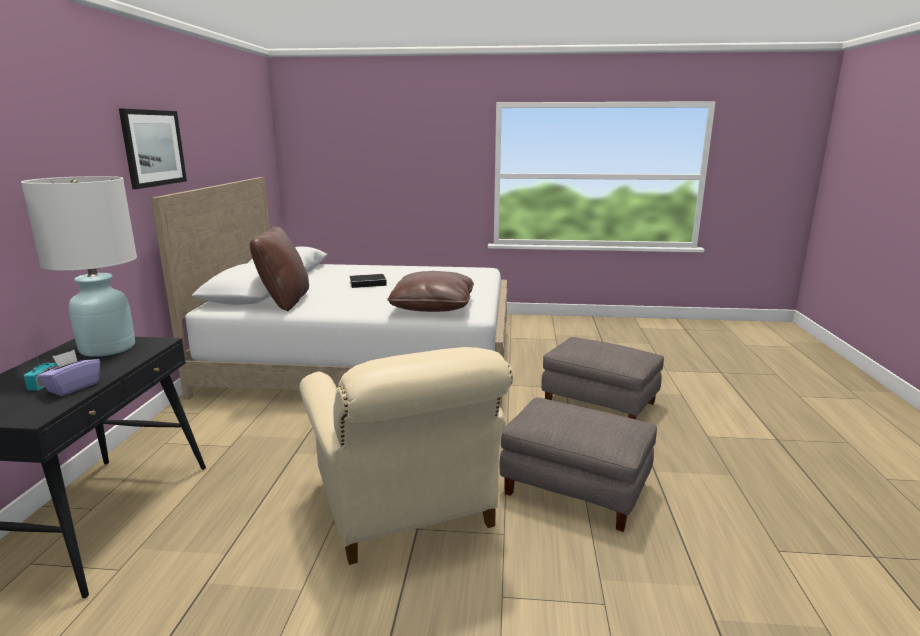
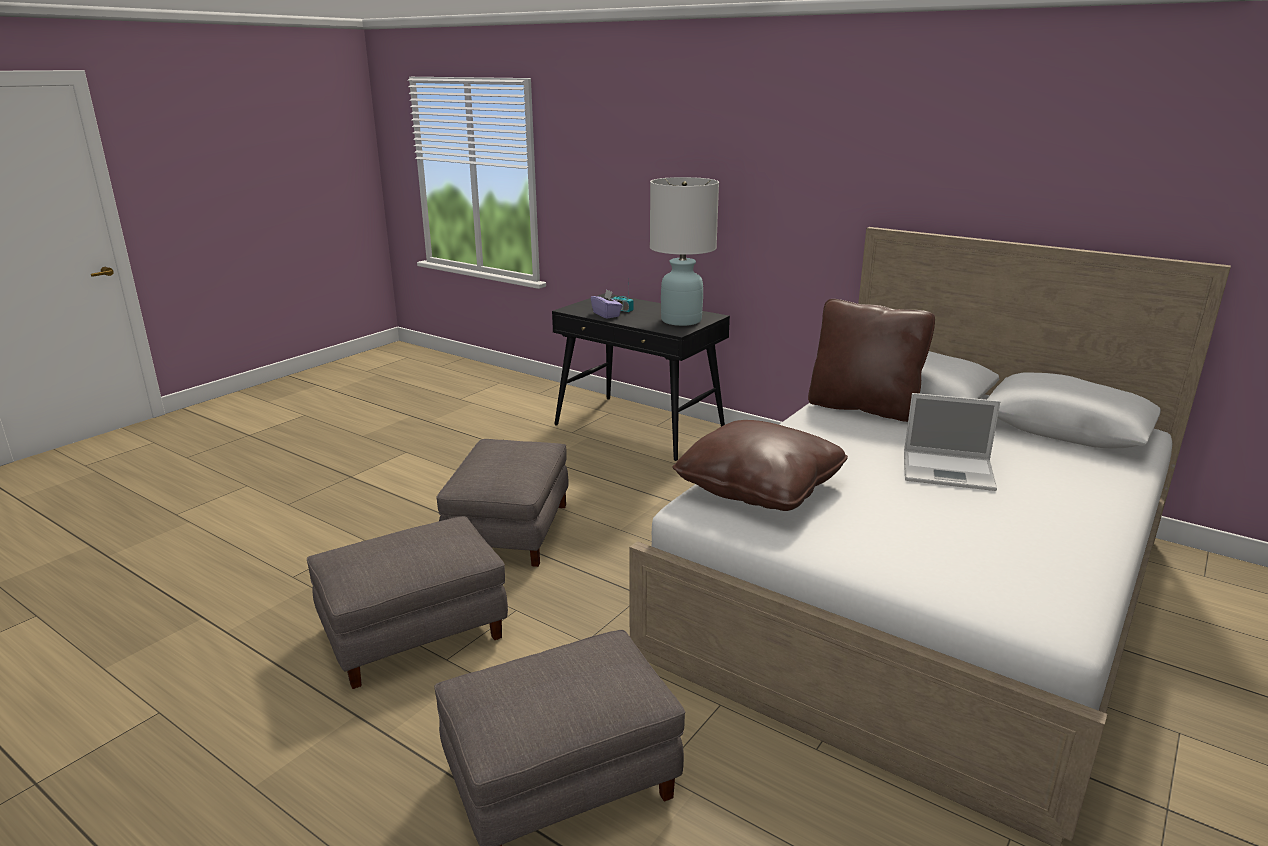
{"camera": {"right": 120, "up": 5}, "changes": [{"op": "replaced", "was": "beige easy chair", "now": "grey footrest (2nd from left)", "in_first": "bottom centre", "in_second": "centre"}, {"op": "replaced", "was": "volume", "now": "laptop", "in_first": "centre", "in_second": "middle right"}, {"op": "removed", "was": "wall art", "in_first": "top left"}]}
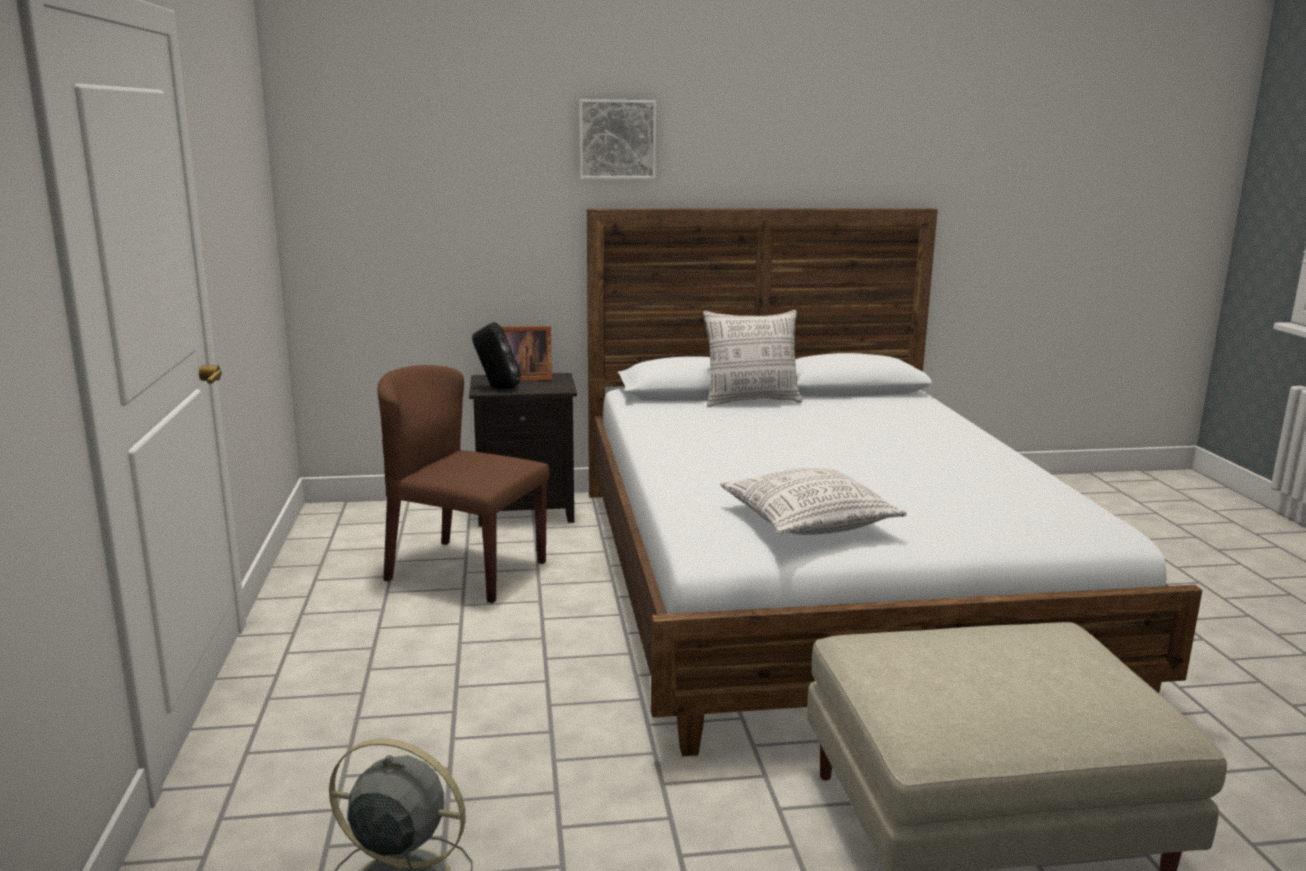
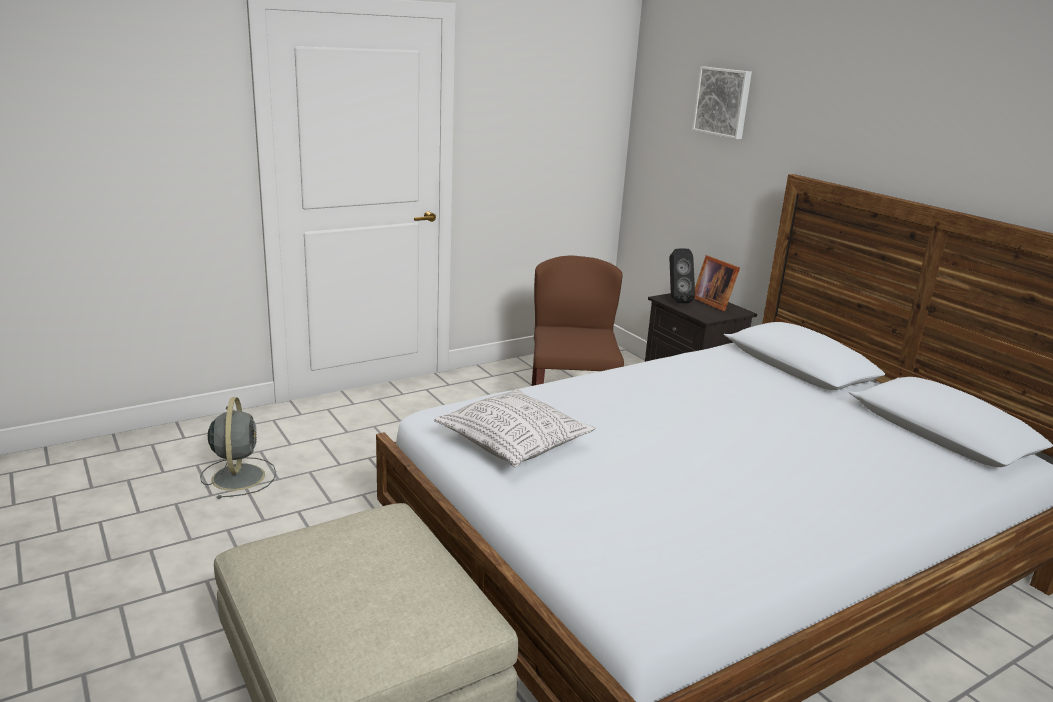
{"camera": {"right": 65, "up": 5}, "changes": [{"op": "moved", "was": "wall art", "in_first": "top centre", "in_second": "top right"}, {"op": "removed", "was": "pillow (1st from left)", "in_first": "centre"}]}
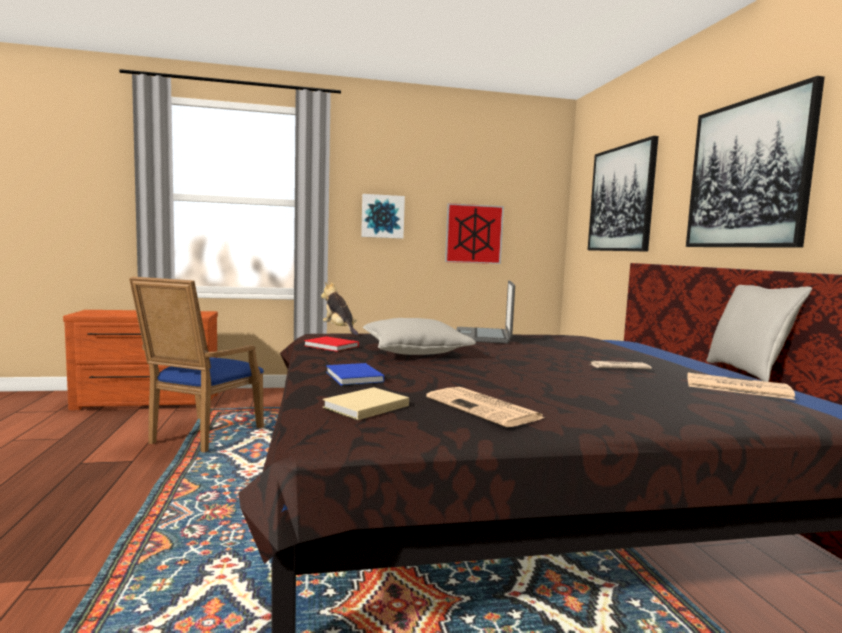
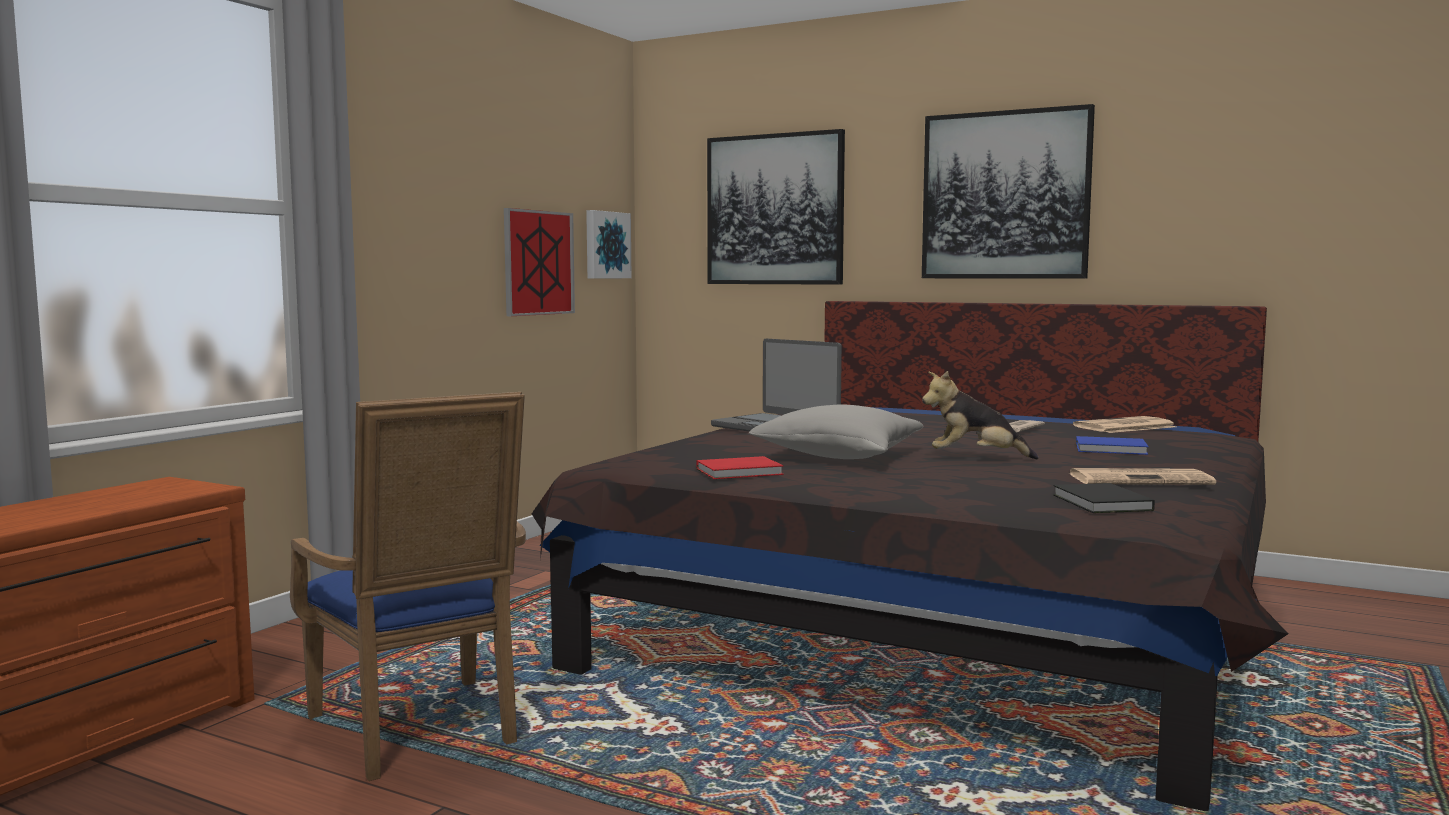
{"camera": {"right": -50, "up": 0}, "changes": [{"op": "moved", "was": "wall art (1st from left in the first image)", "now": "wall art (2nd from left)", "in_first": "centre", "in_second": "top centre"}, {"op": "moved", "was": "cuddly toy", "in_first": "centre", "in_second": "middle right"}, {"op": "recoloured", "was": "beige volume", "now": "blackish volume", "in_first": "centre", "in_second": "middle right"}, {"op": "moved", "was": "bluish volume", "in_first": "centre", "in_second": "middle right"}, {"op": "removed", "was": "grey pillow (2nd from left)", "in_first": "middle right"}]}
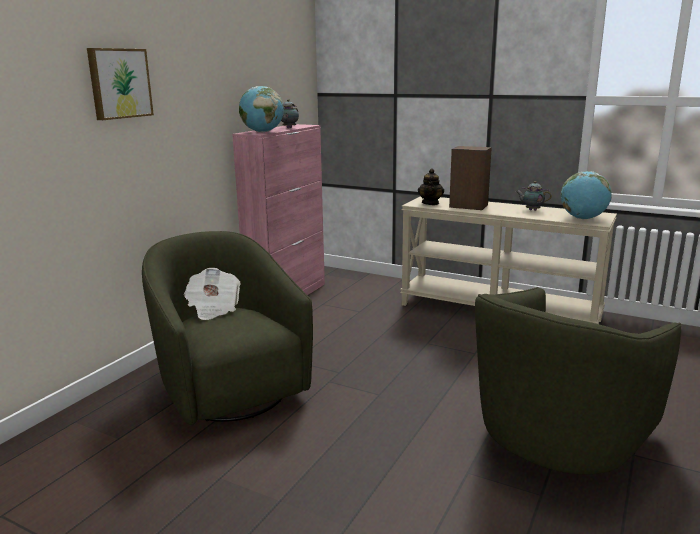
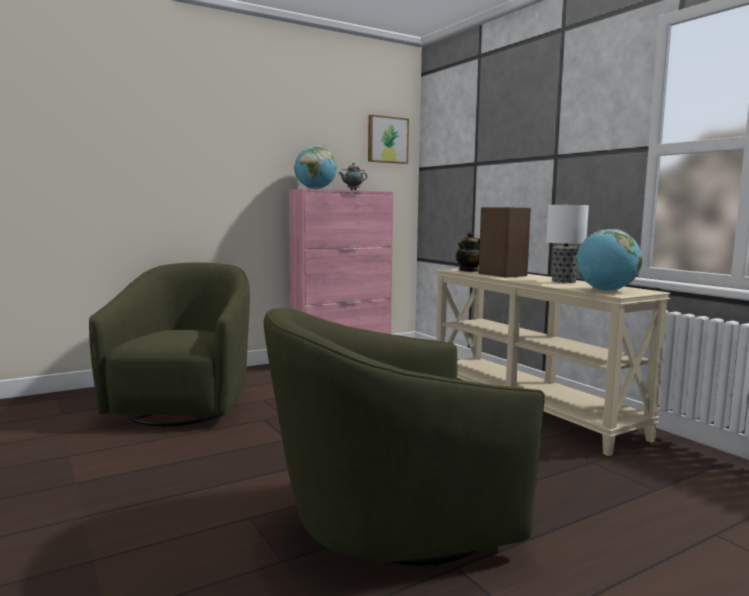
{"camera": {"right": 30, "up": -10}, "changes": [{"op": "moved", "was": "wall art", "in_first": "top left", "in_second": "top centre"}, {"op": "replaced", "was": "tea pot (3rd from left)", "now": "table lamp", "in_first": "middle right", "in_second": "middle right"}, {"op": "removed", "was": "newspaper", "in_first": "middle left"}]}
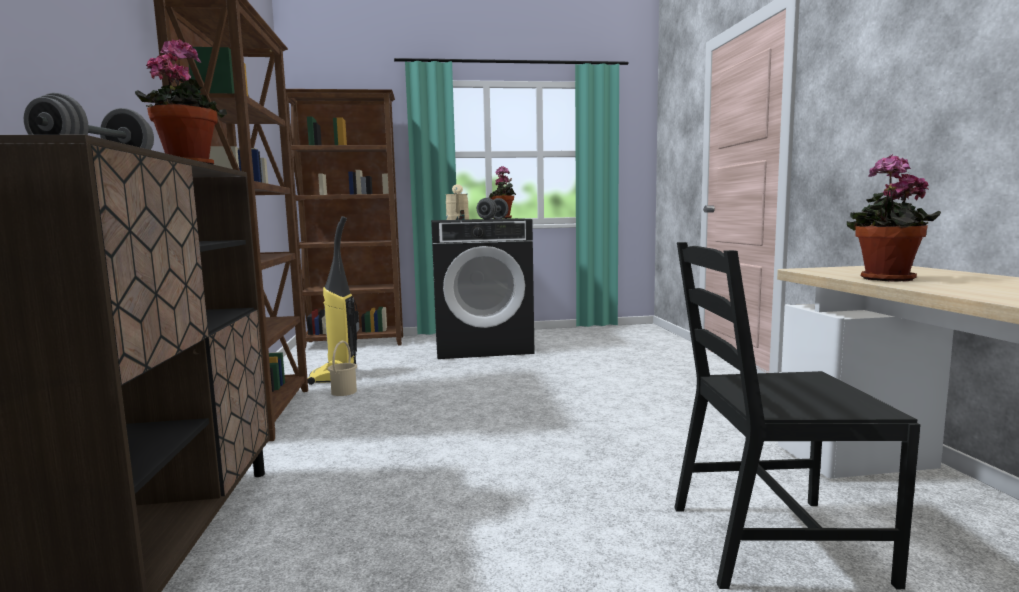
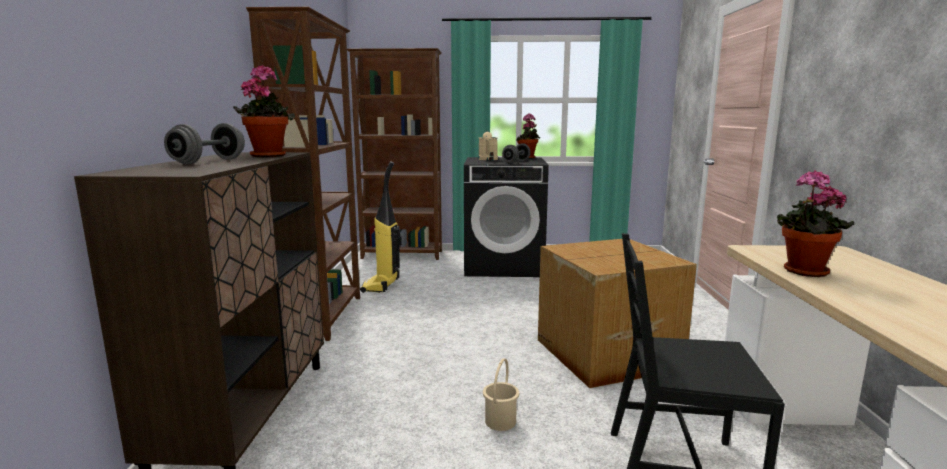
{"camera": {"right": 10, "up": 5}, "changes": [{"op": "moved", "was": "beige bucket", "in_first": "centre", "in_second": "bottom centre"}, {"op": "added", "now": "cardboard box", "in_second": "bottom centre"}]}
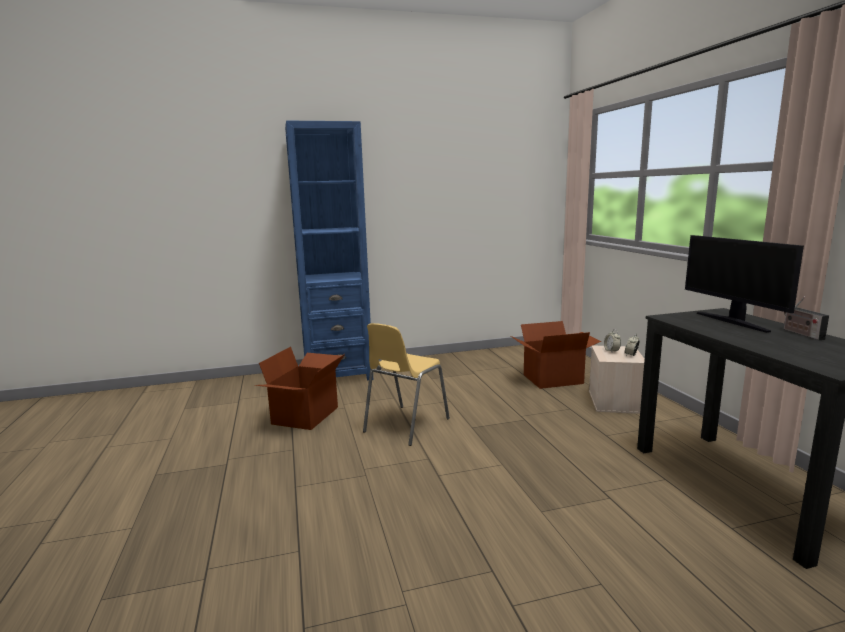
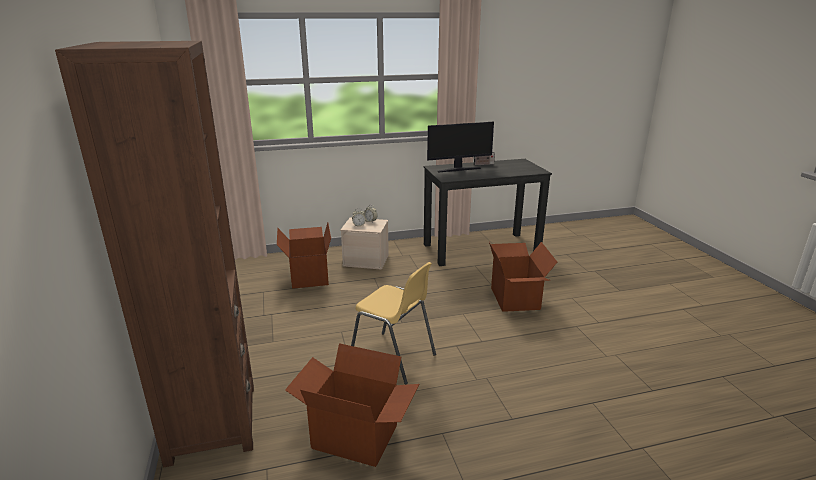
{"camera": {"right": -90, "up": 10}, "changes": [{"op": "recoloured", "was": "bluish bookshelf", "now": "brownish bookshelf", "in_first": "centre", "in_second": "middle left"}, {"op": "added", "now": "cardboard box (3rd from left)", "in_second": "centre"}]}
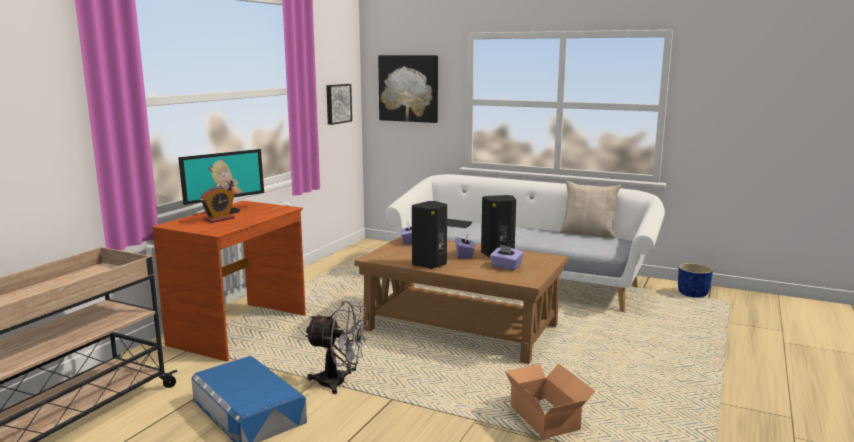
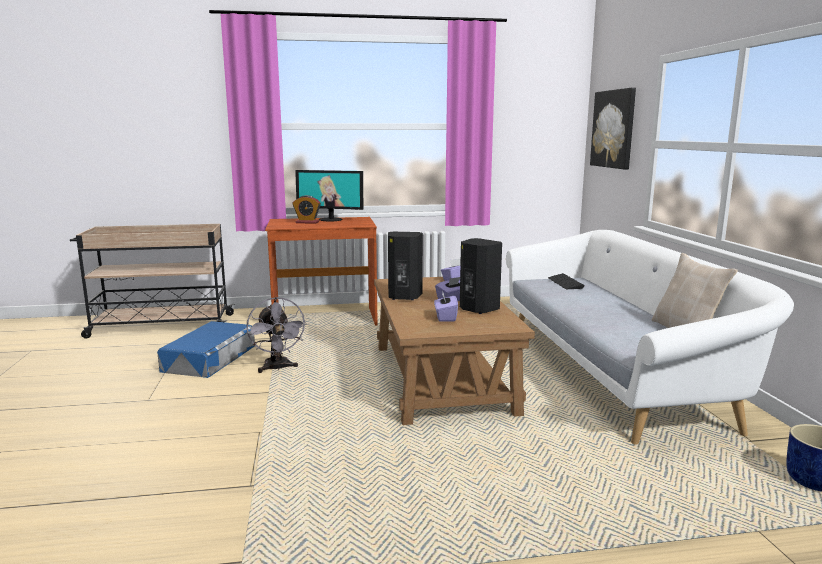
{"camera": {"right": 55, "up": 0}, "changes": [{"op": "removed", "was": "wall art (1st from left)", "in_first": "top centre"}, {"op": "removed", "was": "cardboard box", "in_first": "bottom centre"}]}
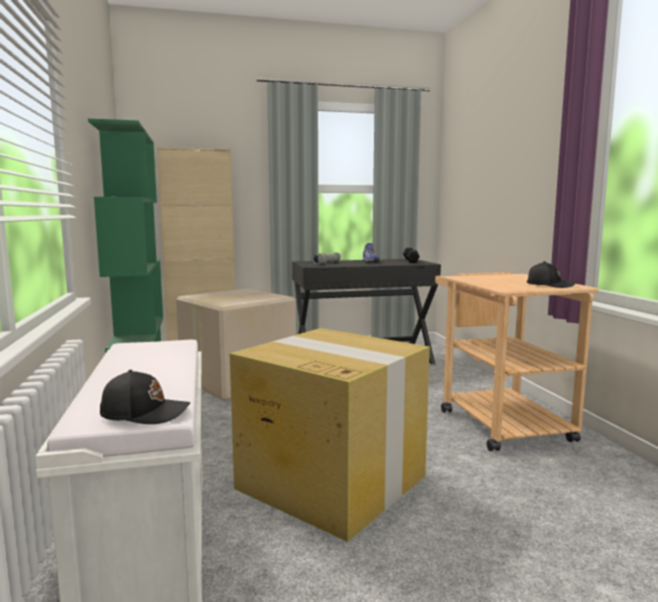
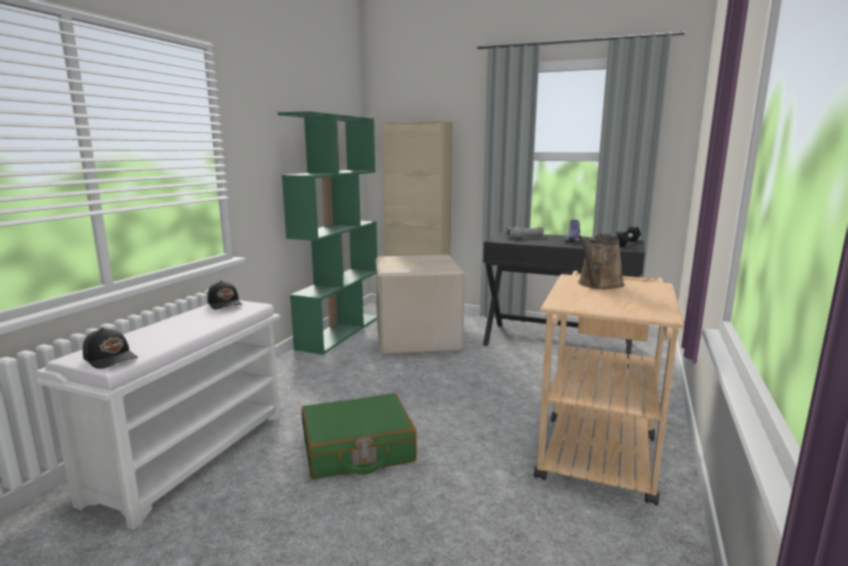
{"camera": {"right": 35, "up": 5}, "changes": [{"op": "moved", "was": "blackish cap (2nd from left)", "in_first": "middle right", "in_second": "middle left"}, {"op": "replaced", "was": "cardboard box (2nd from left)", "now": "green-coloured travel case", "in_first": "bottom centre", "in_second": "bottom centre"}, {"op": "added", "now": "brownish watering can", "in_second": "middle right"}]}
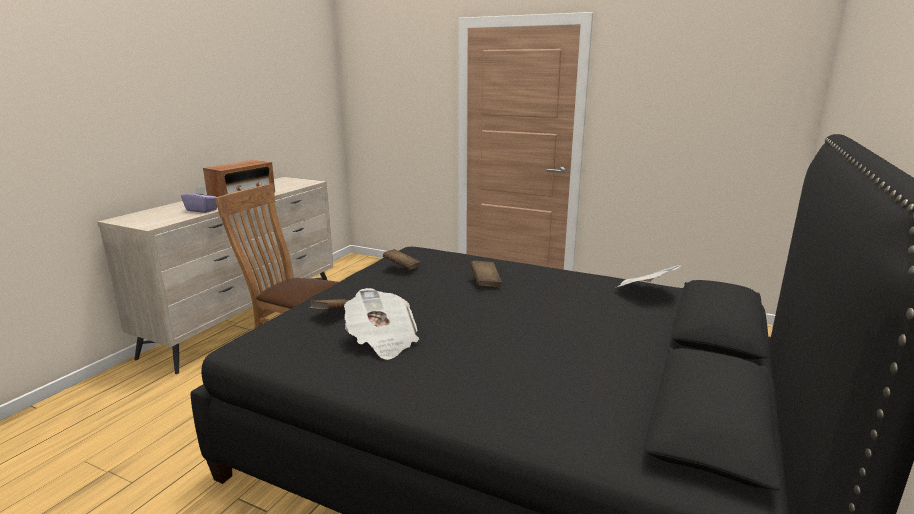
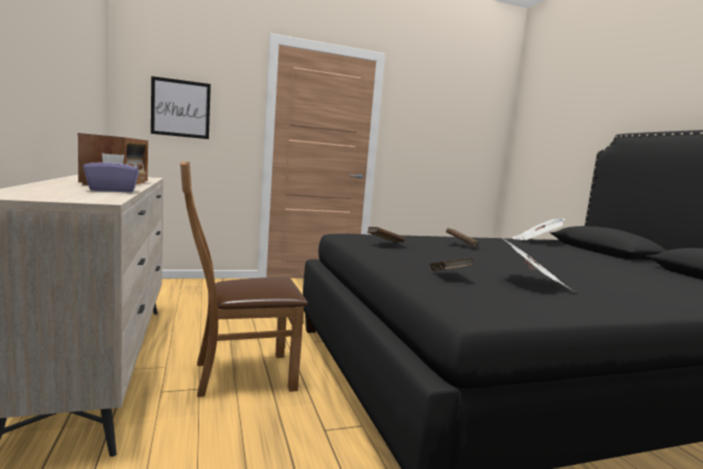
{"camera": {"right": -45, "up": -10}, "changes": [{"op": "added", "now": "wall art", "in_second": "top left"}]}
